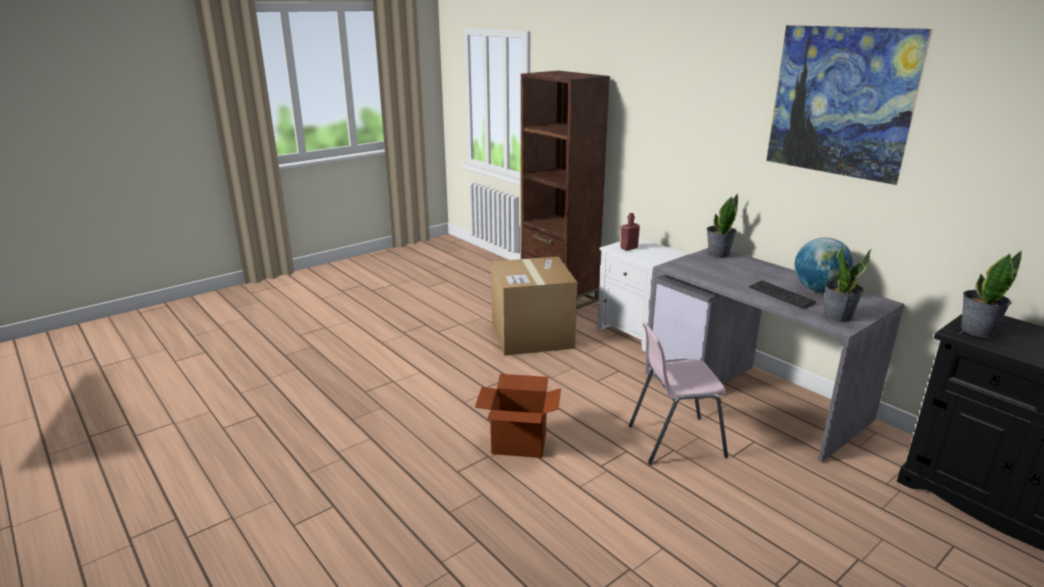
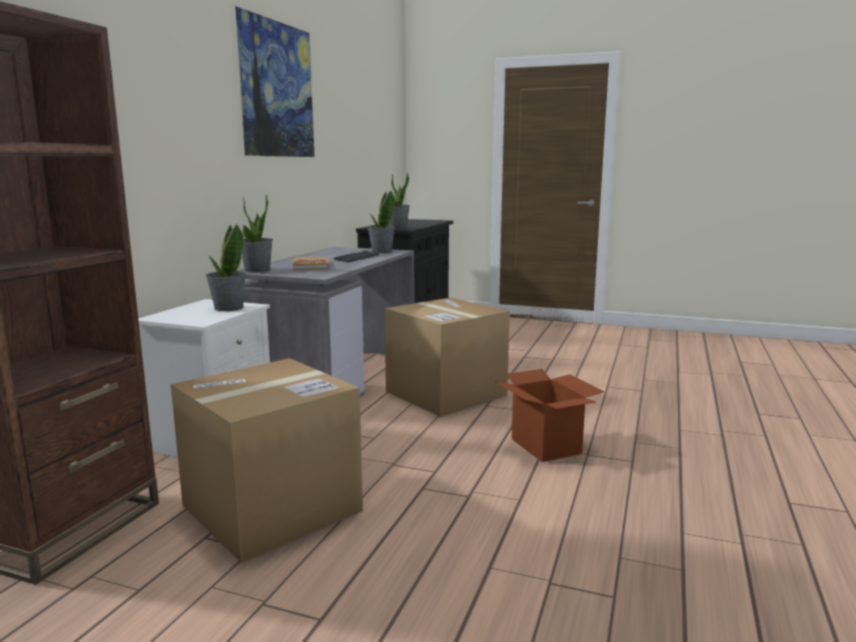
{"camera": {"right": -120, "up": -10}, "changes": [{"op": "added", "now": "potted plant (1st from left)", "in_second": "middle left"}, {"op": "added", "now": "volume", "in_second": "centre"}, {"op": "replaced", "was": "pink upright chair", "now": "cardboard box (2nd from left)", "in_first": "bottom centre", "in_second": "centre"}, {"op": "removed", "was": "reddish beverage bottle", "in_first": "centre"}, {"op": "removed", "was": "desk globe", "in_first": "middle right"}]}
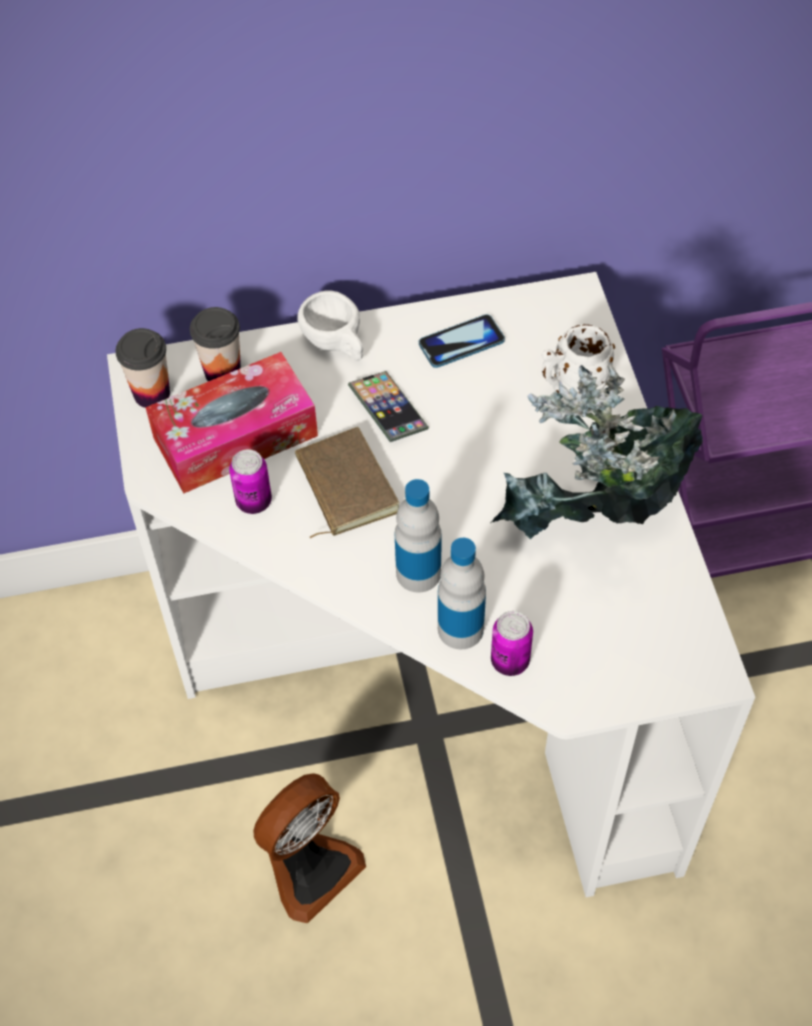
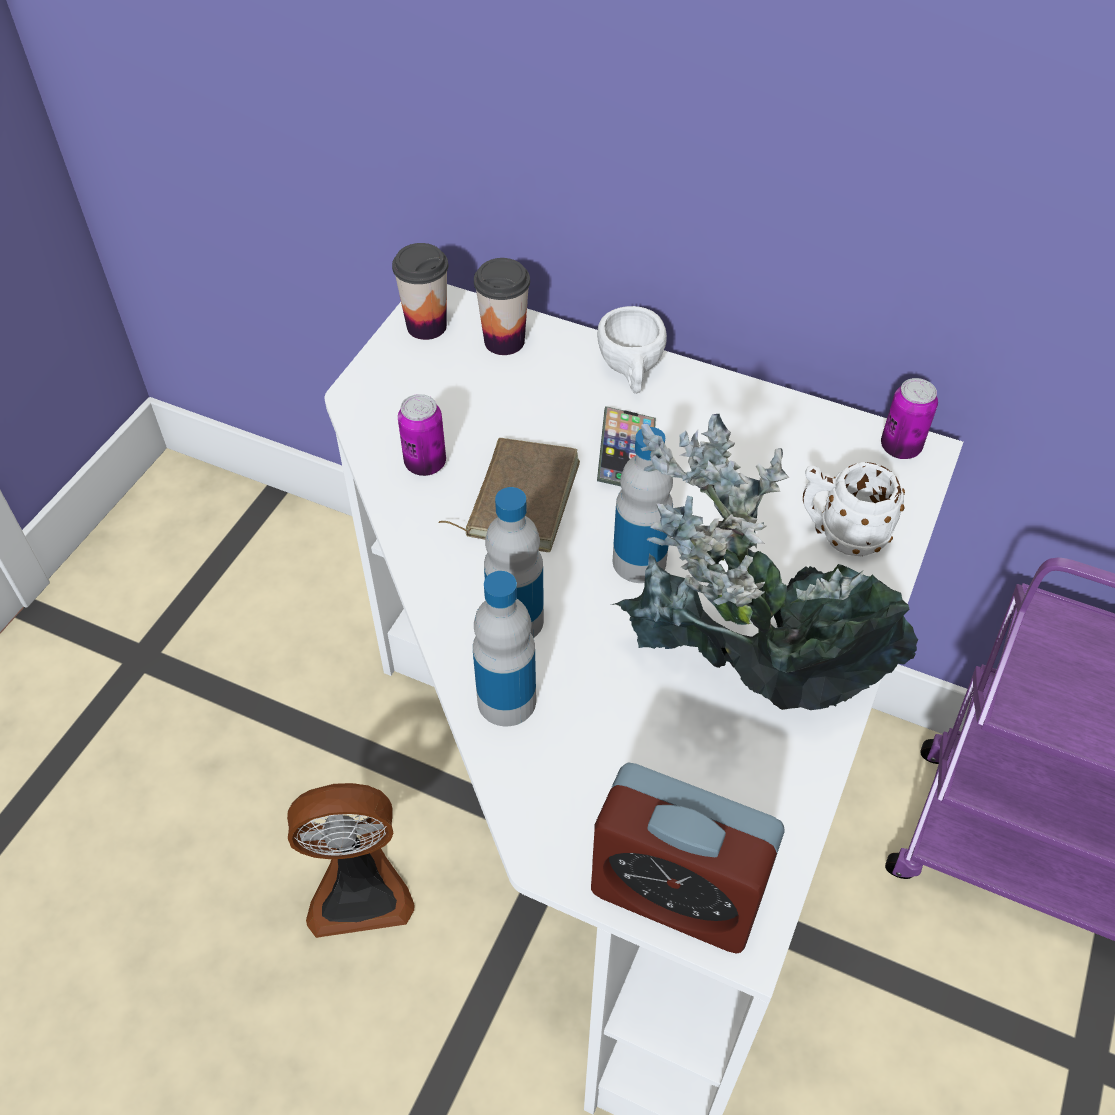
{"camera": {"right": 35, "up": -5}, "changes": [{"op": "added", "now": "table clock", "in_second": "bottom centre"}, {"op": "added", "now": "beverage bottle (3rd from left)", "in_second": "centre"}, {"op": "moved", "was": "sealed can (2nd from left)", "in_first": "centre", "in_second": "middle right"}, {"op": "removed", "was": "box of tissues", "in_first": "middle left"}, {"op": "removed", "was": "handset (2nd from left)", "in_first": "top centre"}]}
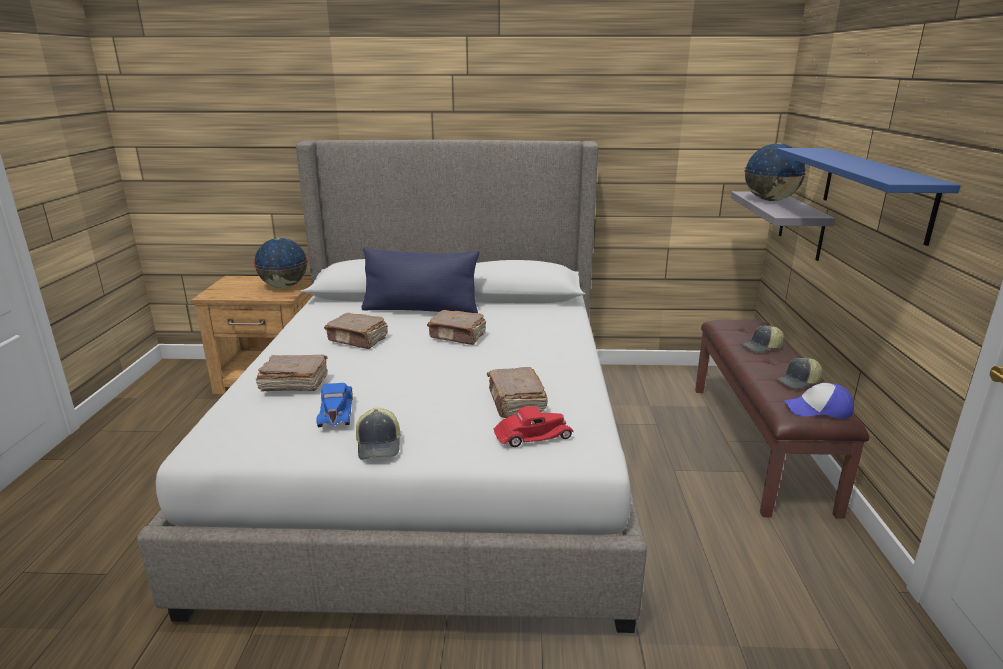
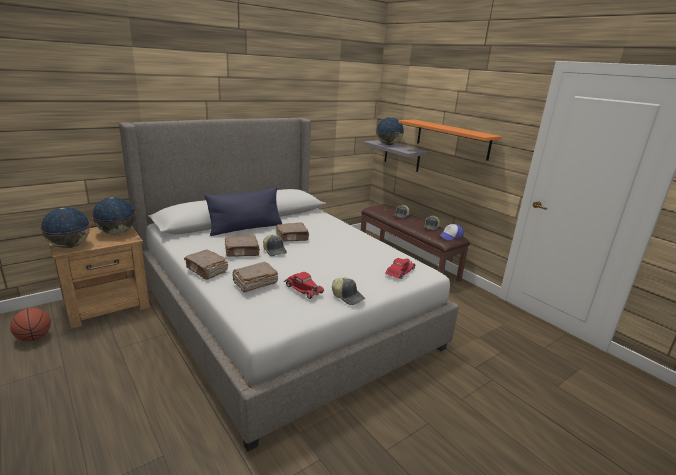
{"camera": {"right": -40, "up": 0}, "changes": [{"op": "added", "now": "ball for basketball", "in_second": "bottom left"}, {"op": "added", "now": "desk globe (1st from left)", "in_second": "middle left"}, {"op": "moved", "was": "brownish volume (4th from left in the first image)", "now": "brownish volume (1st from left)", "in_first": "centre", "in_second": "middle left"}, {"op": "added", "now": "cap (1st from left)", "in_second": "centre"}, {"op": "recoloured", "was": "bluish miniature car", "now": "reddish miniature car (1st from left)", "in_first": "centre", "in_second": "centre"}, {"op": "recoloured", "was": "bluish bracket shelf", "now": "orangey bracket shelf", "in_first": "top right", "in_second": "top centre"}]}
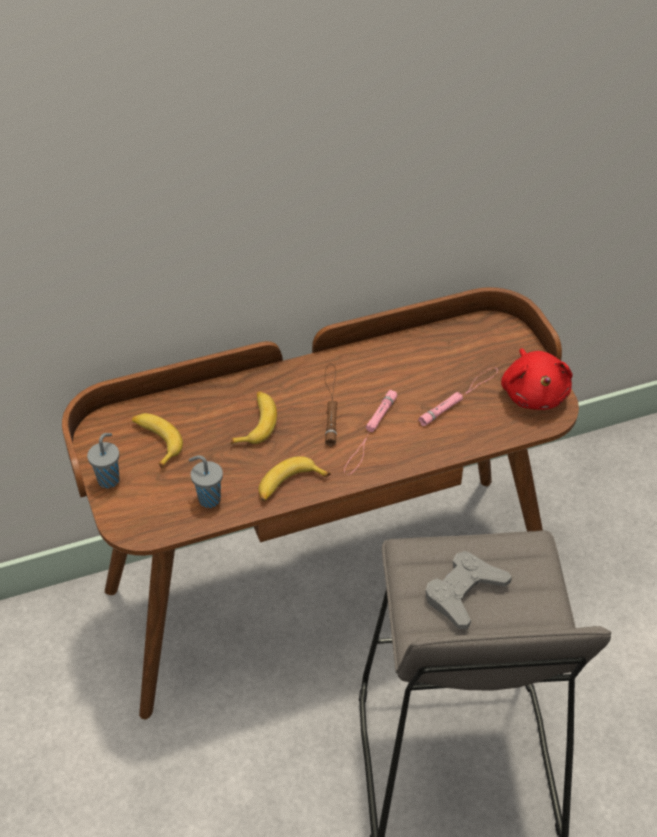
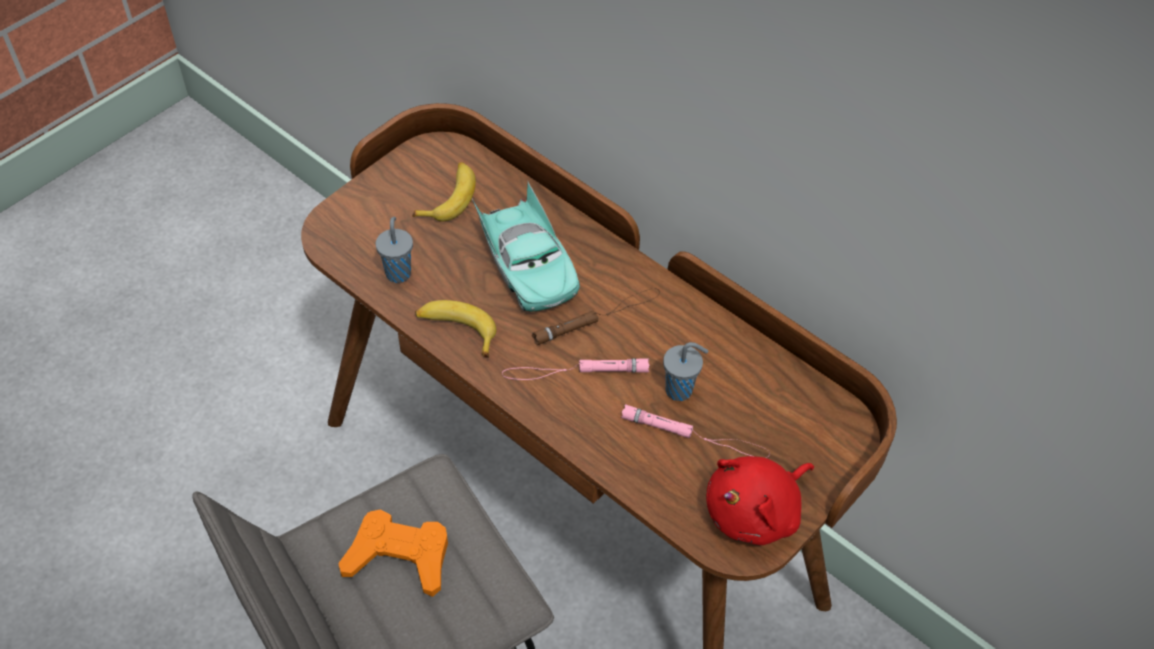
{"camera": {"right": 60, "up": 5}, "changes": [{"op": "recoloured", "was": "grey gamepad", "now": "orangey gamepad", "in_first": "bottom right", "in_second": "bottom centre"}, {"op": "replaced", "was": "banana fruit (2nd from left)", "now": "turquoise miniature car", "in_first": "centre", "in_second": "centre"}, {"op": "moved", "was": "grey drinking cup (1st from left in the first image)", "now": "grey drinking cup (2nd from left)", "in_first": "middle left", "in_second": "centre"}]}
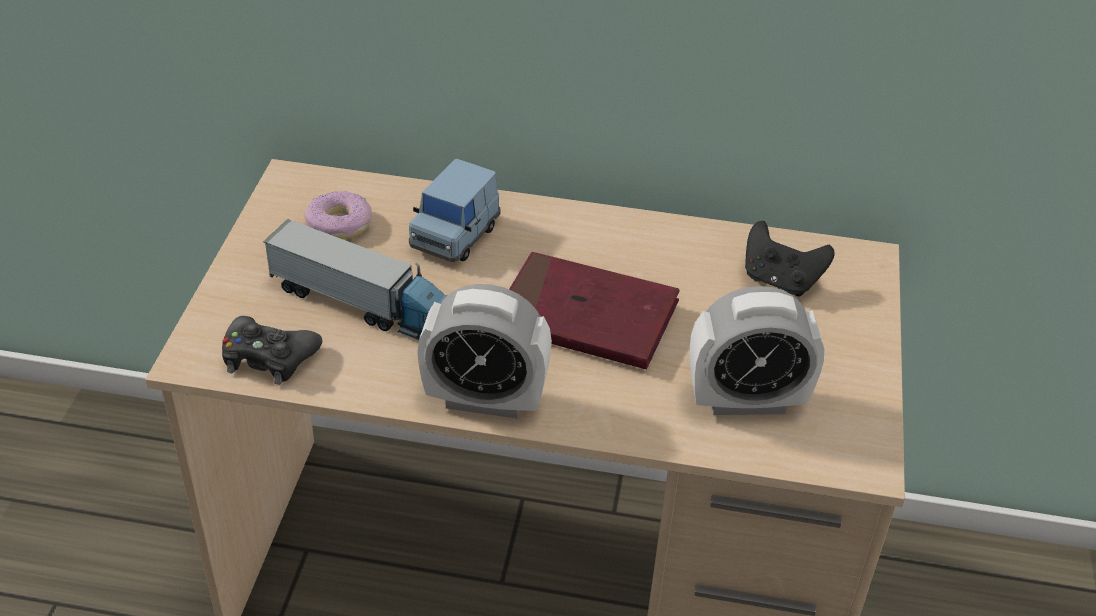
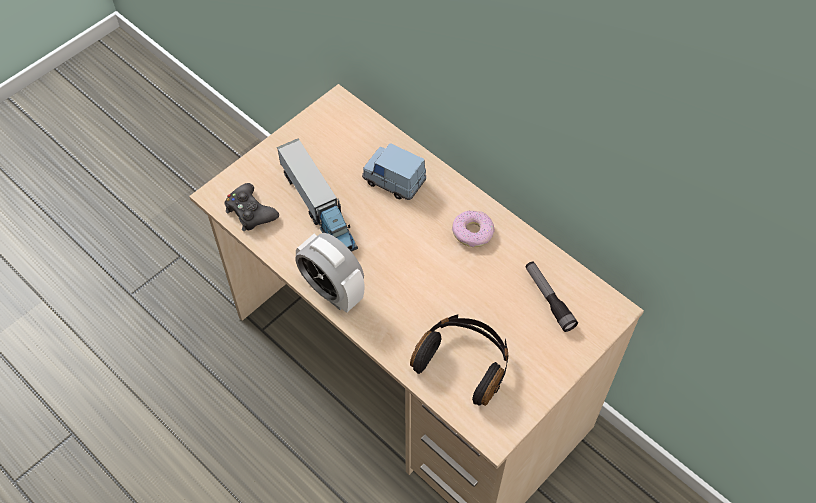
{"camera": {"right": 35, "up": 15}, "changes": [{"op": "turned", "was": "bluish miniature car", "in_first": "centre", "in_second": "centre", "clockwise": 60}, {"op": "replaced", "was": "table clock (2nd from left)", "now": "blackish pair of headphones", "in_first": "middle right", "in_second": "bottom centre"}, {"op": "moved", "was": "doughnut", "in_first": "middle left", "in_second": "centre"}, {"op": "replaced", "was": "blackish gamepad (2nd from left)", "now": "hand torch", "in_first": "middle right", "in_second": "middle right"}, {"op": "removed", "was": "reddish volume", "in_first": "centre"}]}
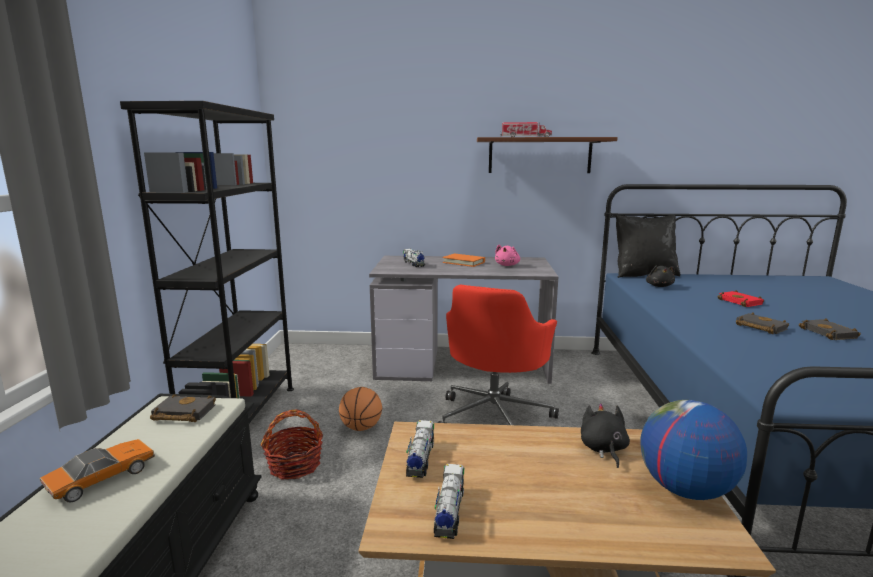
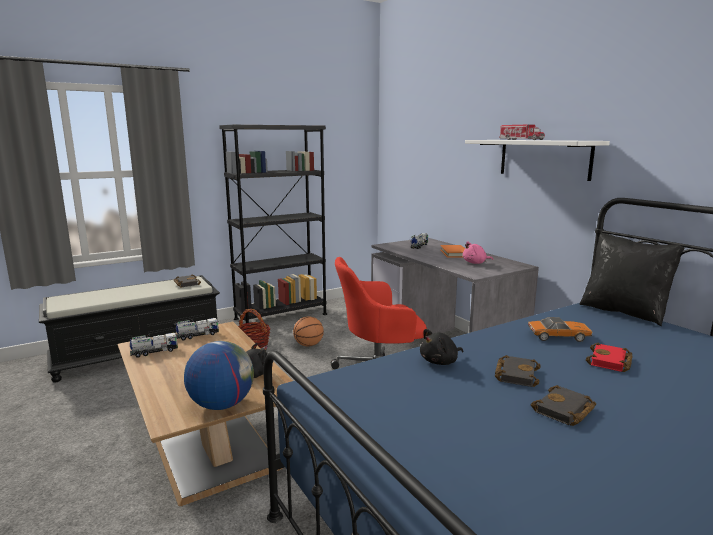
{"camera": {"right": 55, "up": 0}, "changes": [{"op": "moved", "was": "blackish cuddly toy (2nd from left)", "in_first": "middle right", "in_second": "centre"}, {"op": "recoloured", "was": "brownish bracket shelf", "now": "whitish bracket shelf", "in_first": "top centre", "in_second": "top right"}, {"op": "moved", "was": "miniature car", "in_first": "bottom left", "in_second": "middle right"}]}
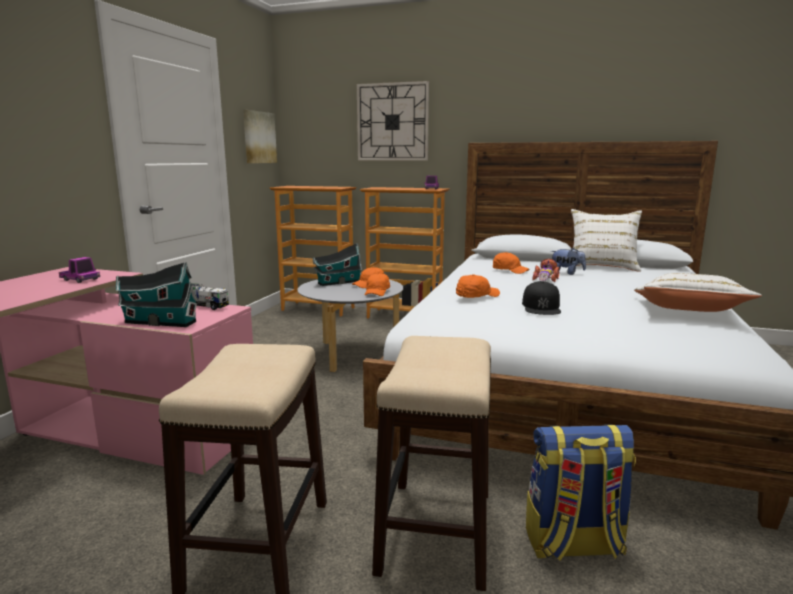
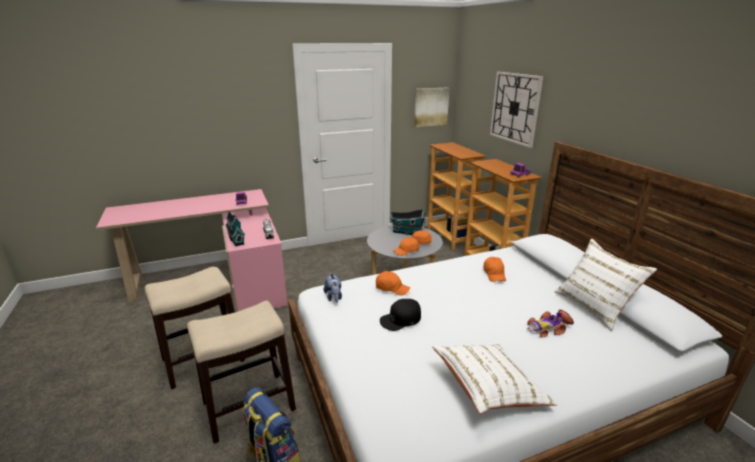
{"camera": {"right": 50, "up": 10}, "changes": [{"op": "moved", "was": "cuddly toy", "in_first": "middle right", "in_second": "centre"}, {"op": "moved", "was": "miniature car", "in_first": "middle right", "in_second": "bottom right"}]}
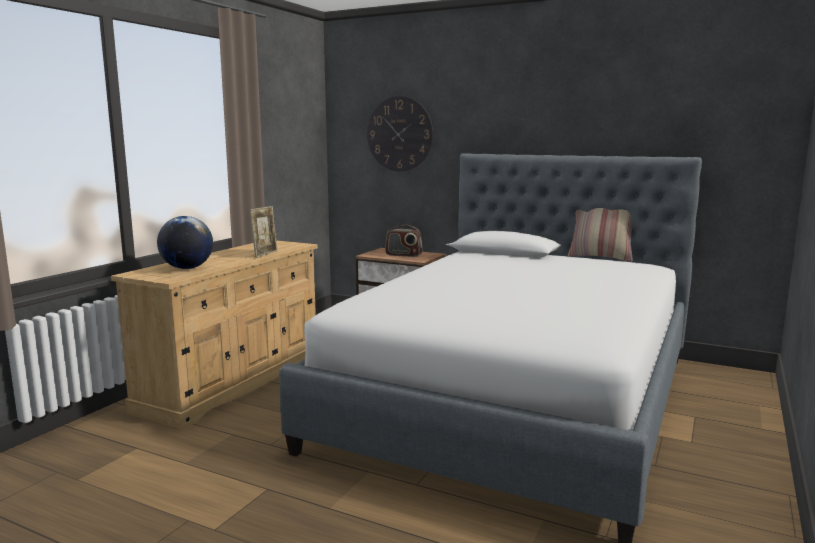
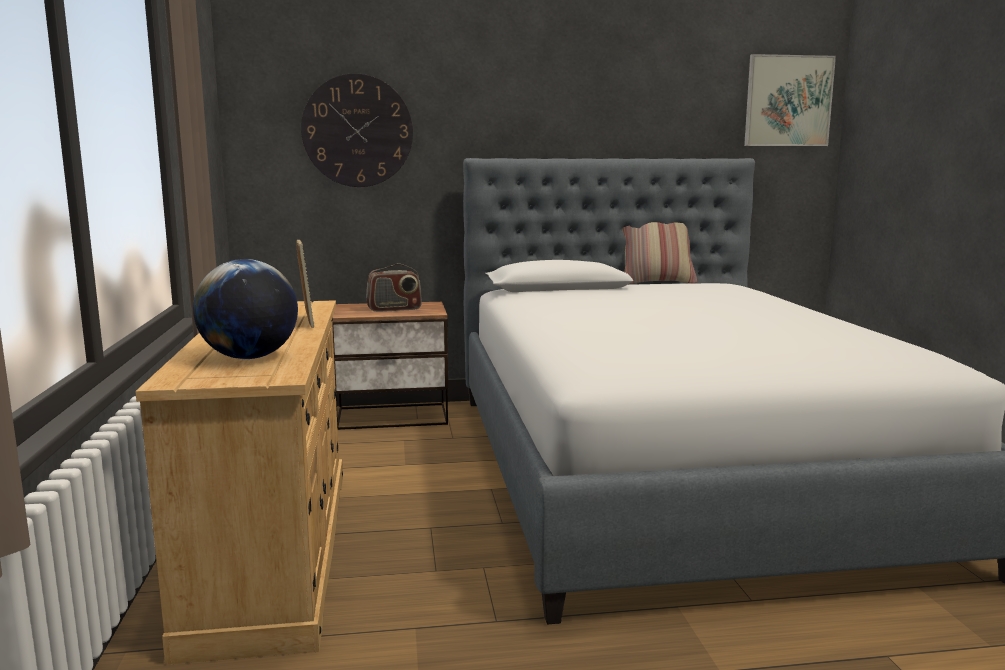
{"camera": {"right": -35, "up": 0}, "changes": [{"op": "added", "now": "wall art", "in_second": "top right"}]}
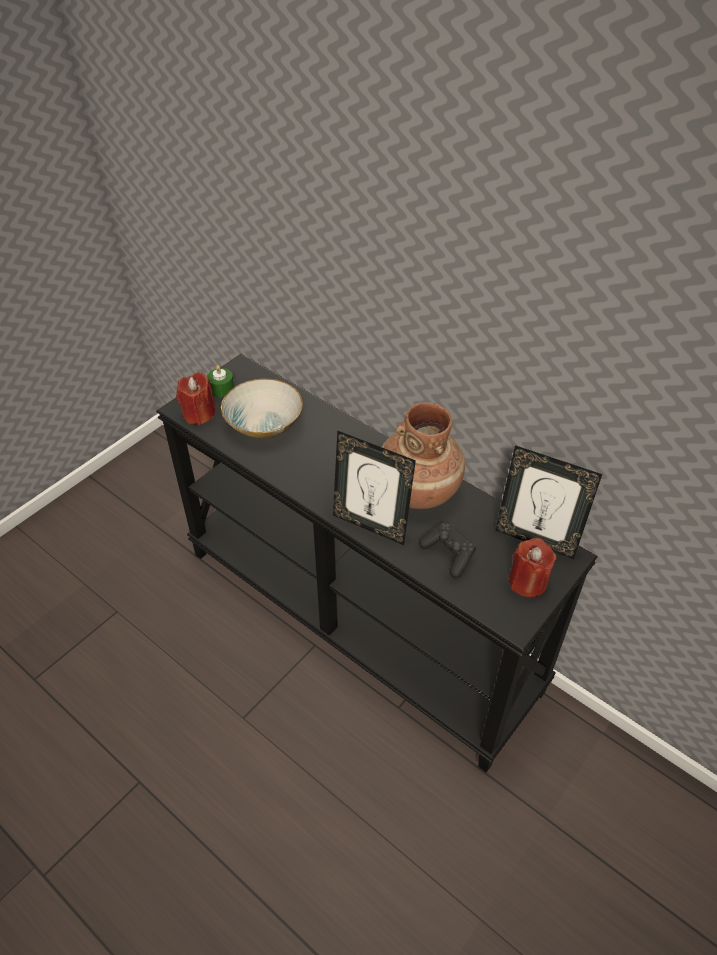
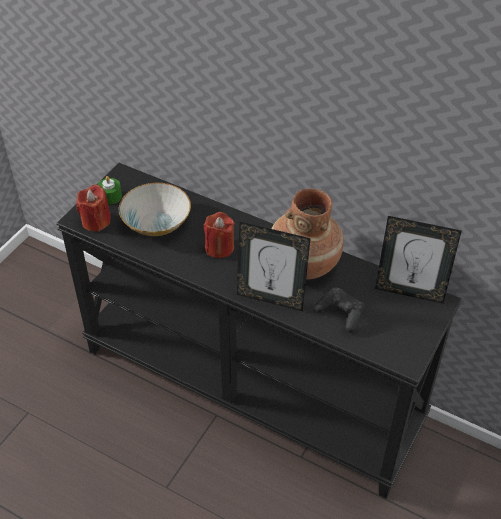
{"camera": {"right": -10, "up": 0}, "changes": [{"op": "moved", "was": "reddish wax light (2nd from left)", "in_first": "middle right", "in_second": "centre"}]}
